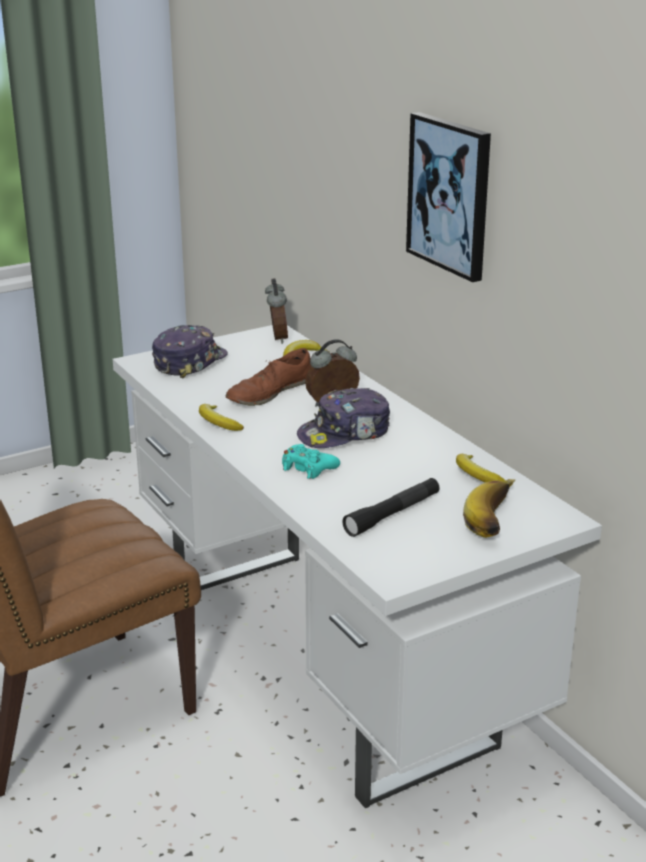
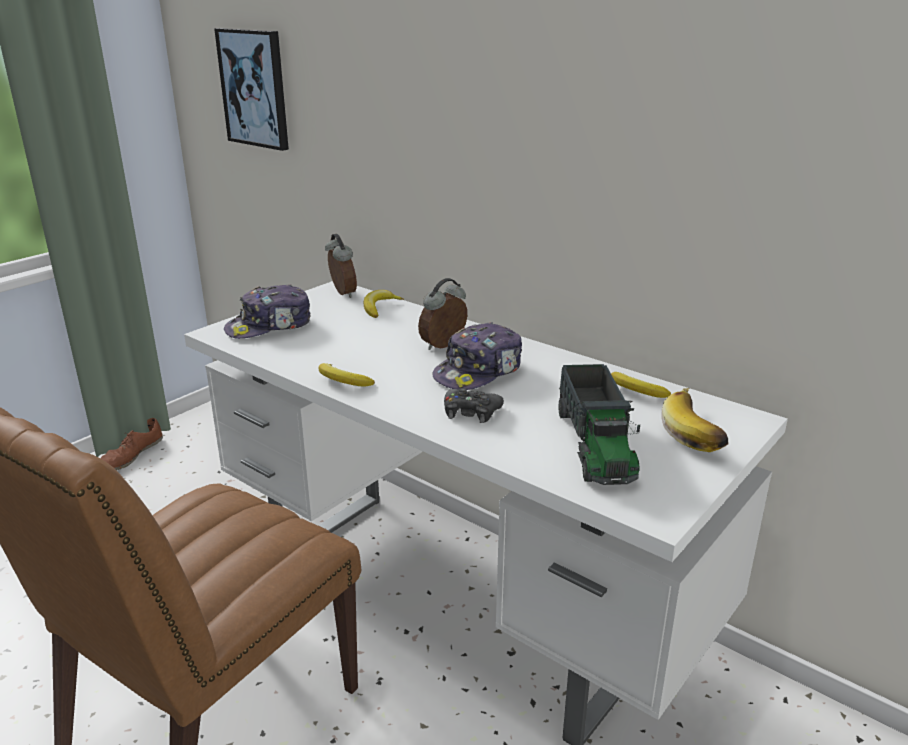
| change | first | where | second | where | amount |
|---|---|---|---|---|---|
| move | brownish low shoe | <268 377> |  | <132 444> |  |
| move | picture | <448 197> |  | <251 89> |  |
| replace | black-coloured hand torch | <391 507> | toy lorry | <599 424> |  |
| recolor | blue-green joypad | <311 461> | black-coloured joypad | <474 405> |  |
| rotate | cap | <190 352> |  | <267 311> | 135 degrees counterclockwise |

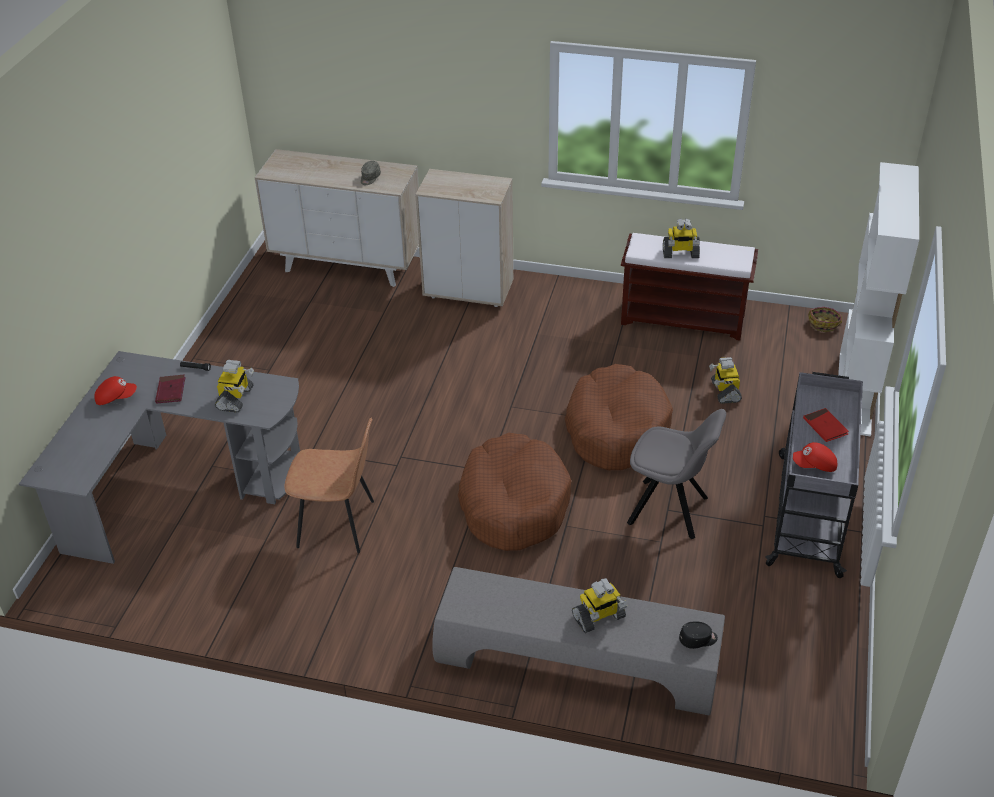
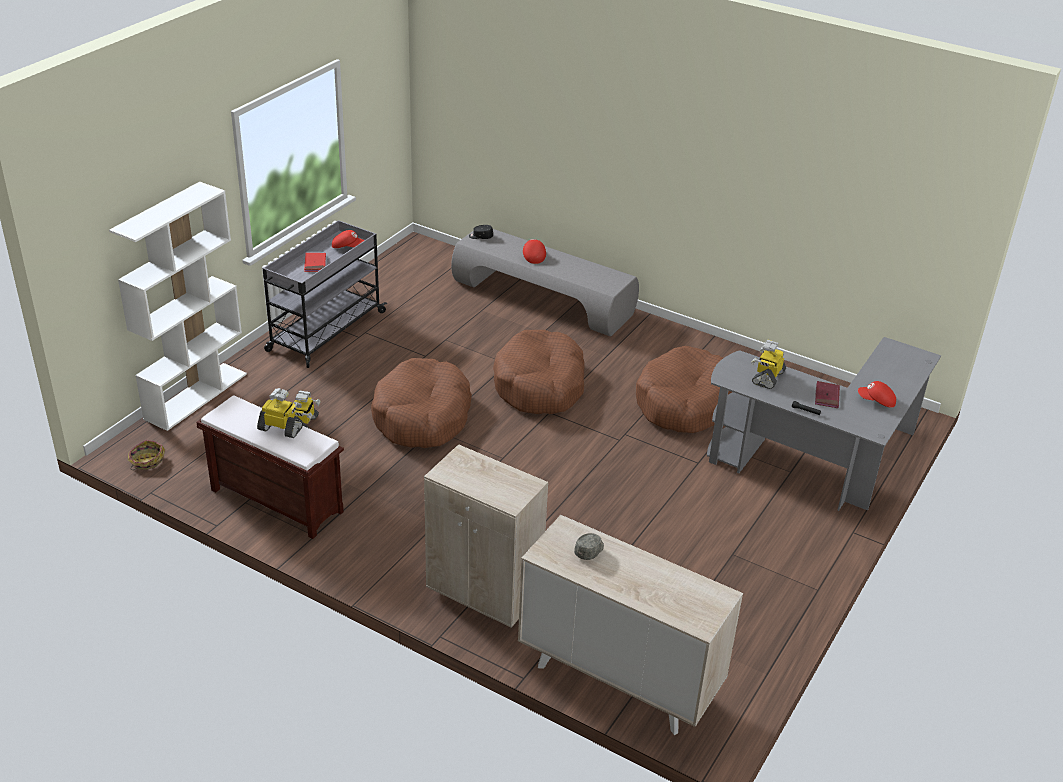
| change | first | where | second | where | amount |
|---|---|---|---|---|---|
| delete | grey plain chair | <676 474> |  |  |  |
| replace | brownish plain chair | <329 485> | brownish dog cushion | <684 389> |  |
| replace | robot figure | <599 605> | red-coloured cap | <534 251> |  |

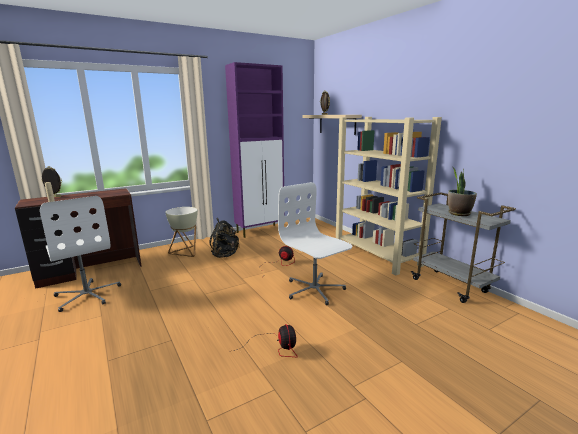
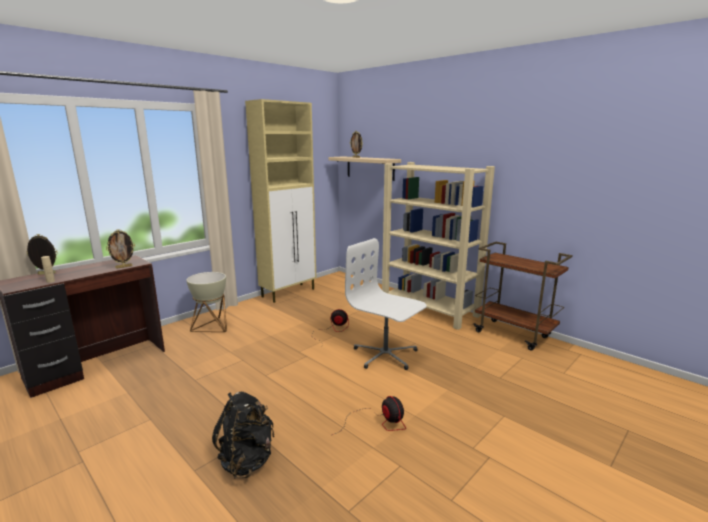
| change | first | where | second | where | amount |
|---|---|---|---|---|---|
| delete | white-coloured computer chair | <80 254> |  |  |  |
| delete | potted plant | <462 191> |  |  |  |
| insert |  |  | picture frame | <120 249> |  |
| move | black-coloured backpack | <224 238> |  | <243 435> |  |
| recolor | purple-coloured storage cabinet | <255 150> | sand-coloured storage cabinet | <280 201> |  |
| recolor | grey trolley | <463 247> | brownish trolley | <523 296> |  |

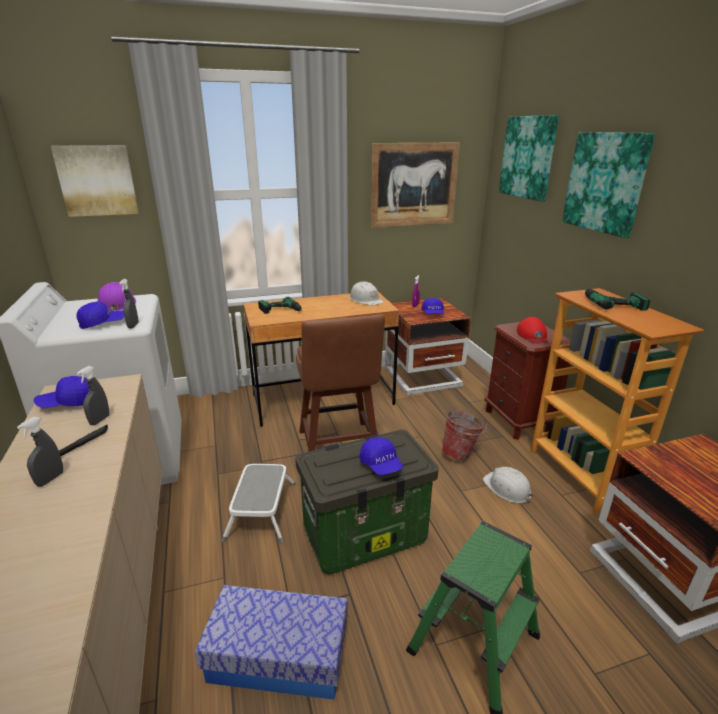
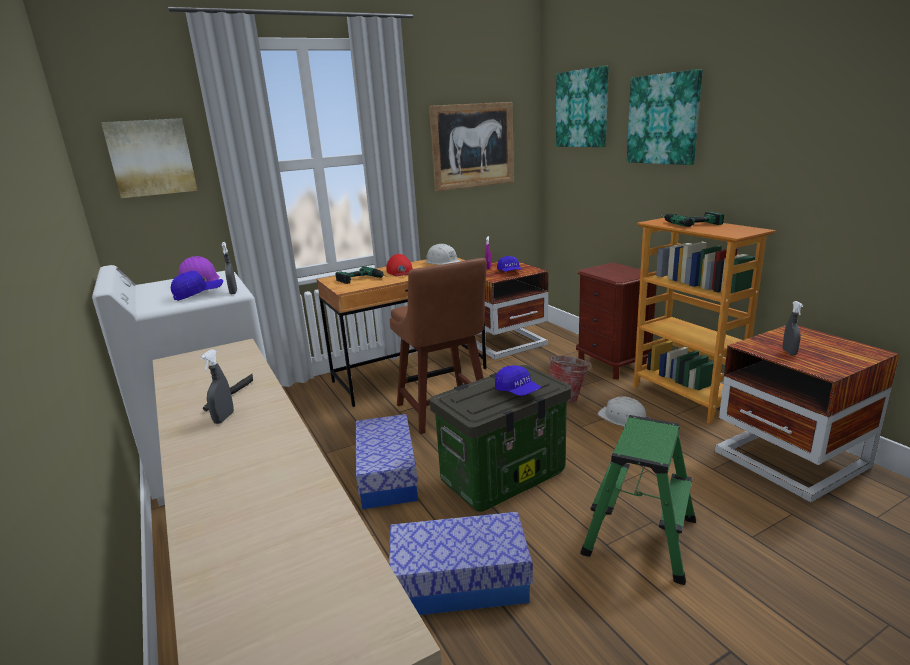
| change | first | where | second | where | amount |
|---|---|---|---|---|---|
| delete | blue-coloured cap | <61 392> |  |  |  |
| move | grey sprayer | <93 395> |  | <793 328> |  |
| move | red-coloured cap | <532 330> |  | <399 265> |  |
| replace | grey step stool | <258 504> | storage container | <387 461> |  |

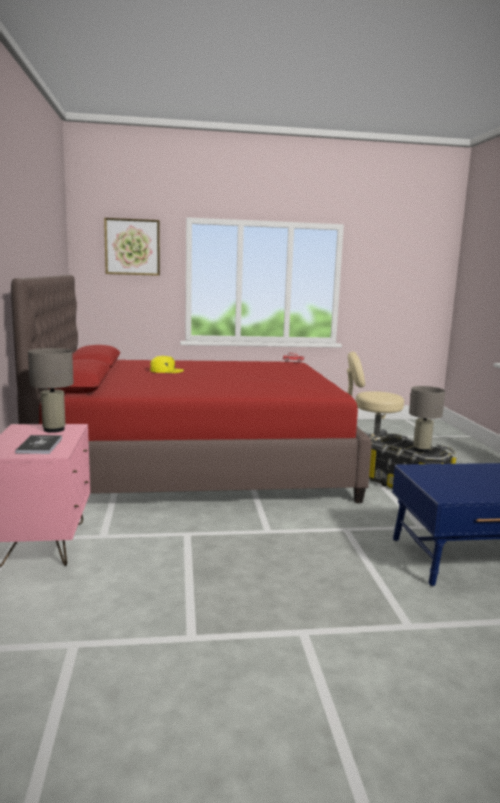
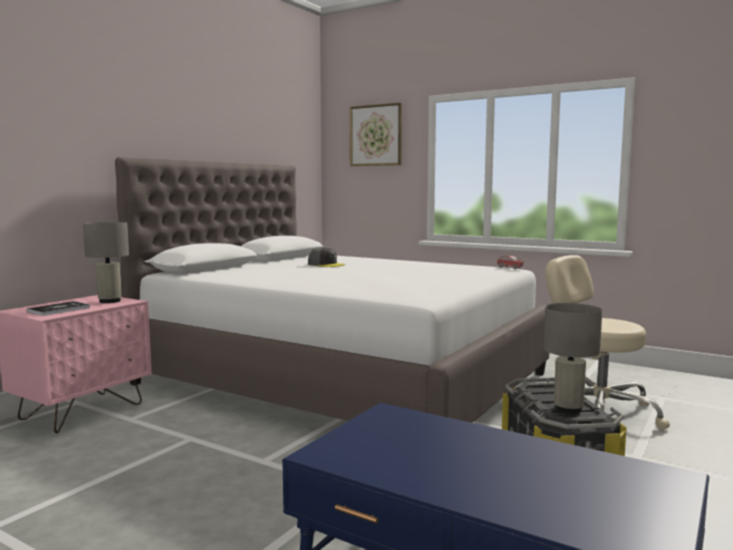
| change | first | where | second | where | amount |
|---|---|---|---|---|---|
| recolor | red-coloured sleeping bed | <191 389> | white-coloured sleeping bed | <332 290> |  |
| recolor | yellow-coloured cap | <167 364> | grey cap | <326 257> |  |

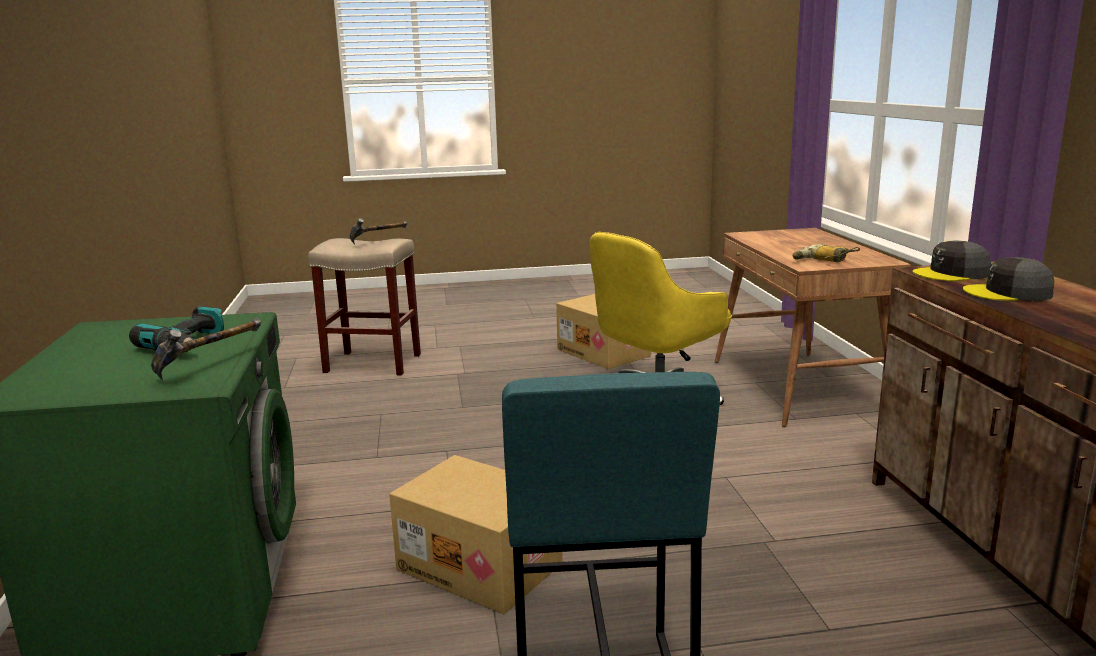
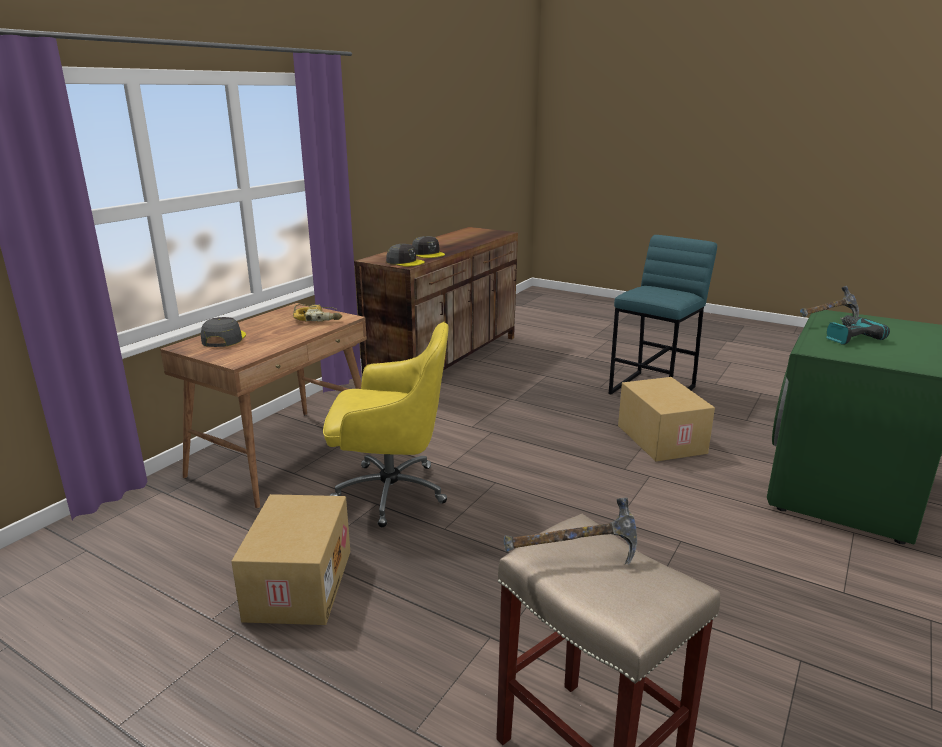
| change | first | where | second | where | amount |
|---|---|---|---|---|---|
| insert |  |  | grey cap | <223 332> |  |

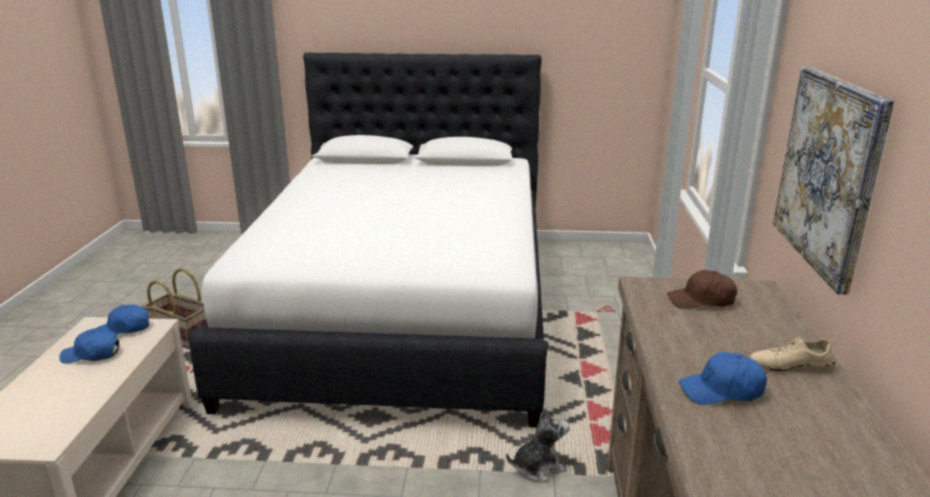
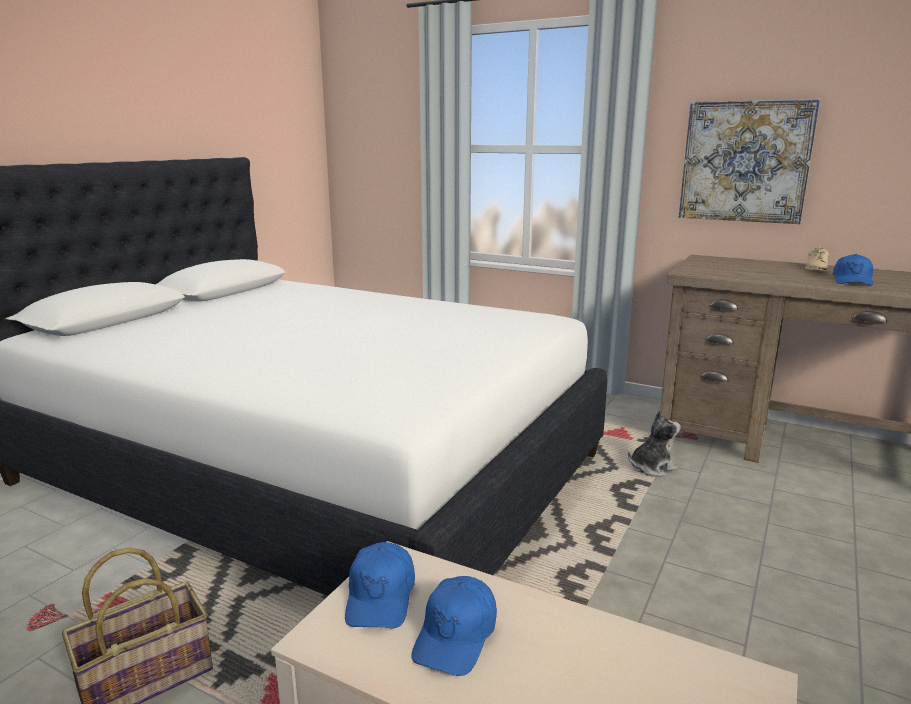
| change | first | where | second | where | amount |
|---|---|---|---|---|---|
| delete | brownish cap | <702 289> |  |  |  |
| rotate | plush toy | <538 445> |  | <654 443> | 60 degrees clockwise |

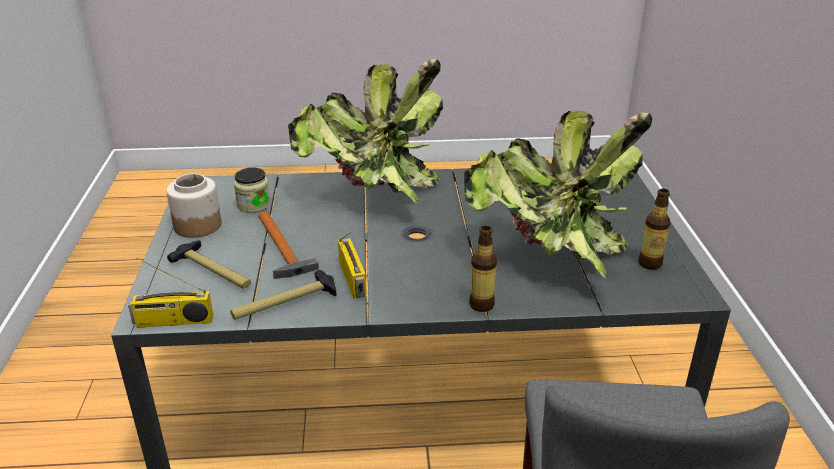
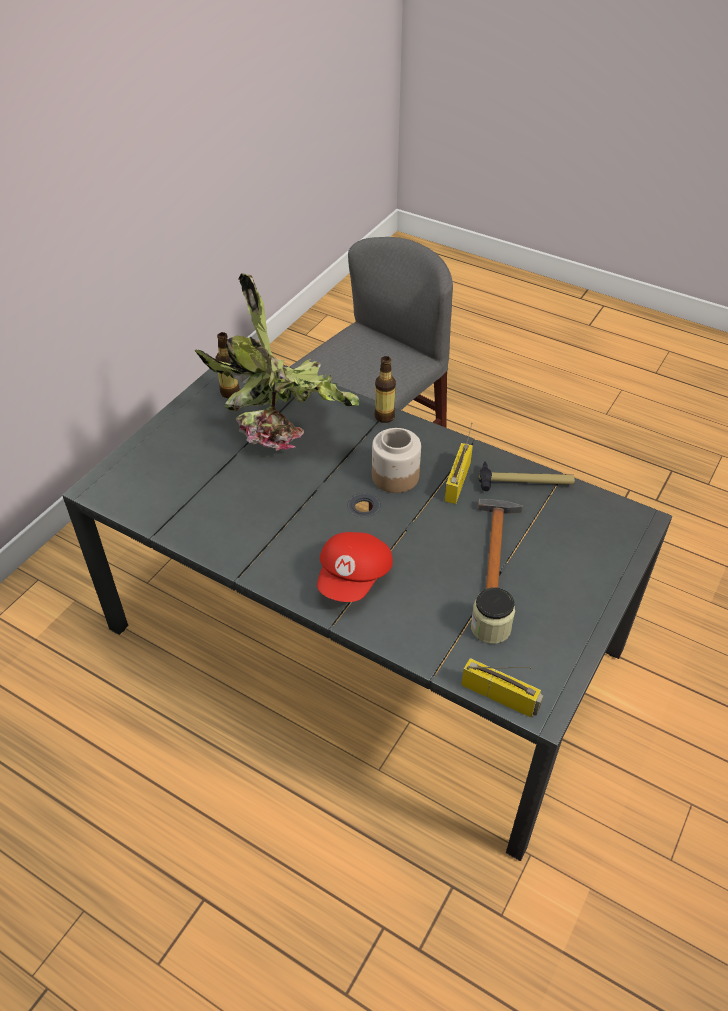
| change | first | where | second | where | amount |
|---|---|---|---|---|---|
| delete | hand hammer | <209 264> |  |  |  |
| move | radio set | <170 293> |  | <502 687> |  |
| move | preserve jar | <193 205> |  | <396 460> |  |
| replace | potted plant | <365 131> | red-coloured cap | <355 567> |  |

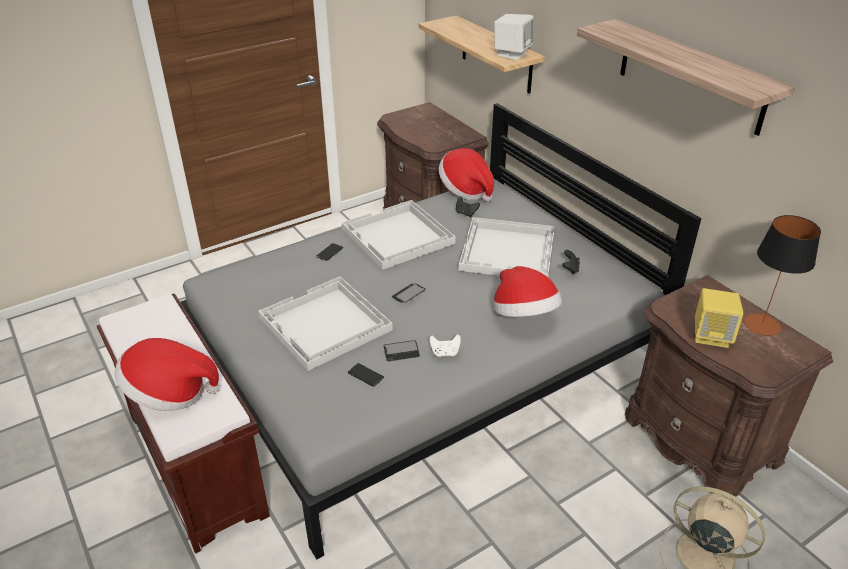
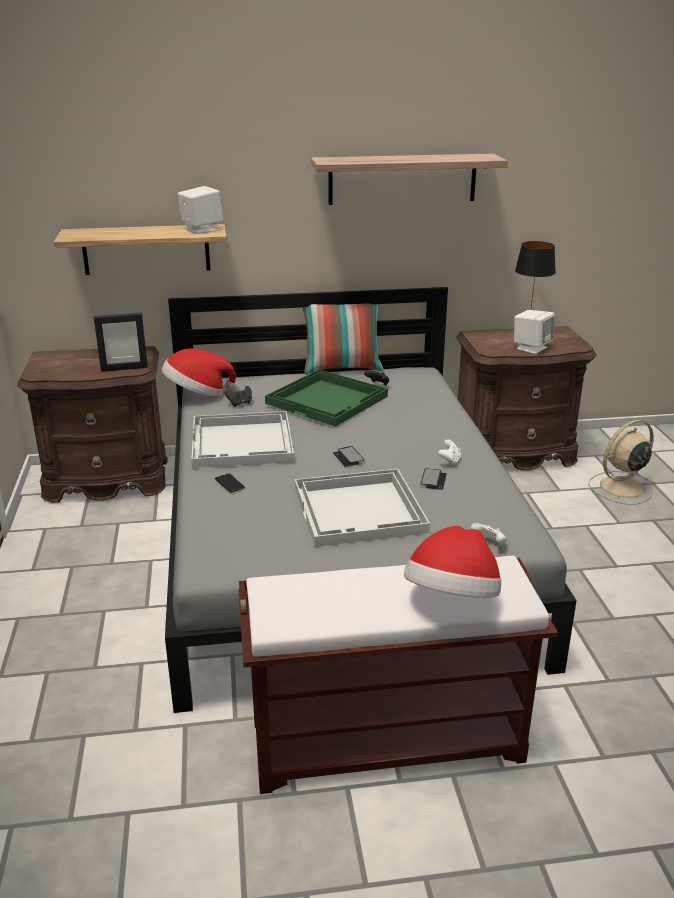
| change | first | where | second | where | amount |
|---|---|---|---|---|---|
| delete | telephone | <366 375> |  |  |  |
| delete | clothing hat | <528 291> |  |  |  |
| insert |  |  | picture frame | <121 342> |  |
| insert |  |  | cushion | <343 339> |  |
| insert |  |  | white-coloured joypad | <489 534> |  |
| recolor | white-coloured carrying tray | <507 247> | greenish carrying tray | <326 398> |  |
| recolor | yellow-coloured audio speaker | <719 318> | white-coloured audio speaker | <534 332> |  |

